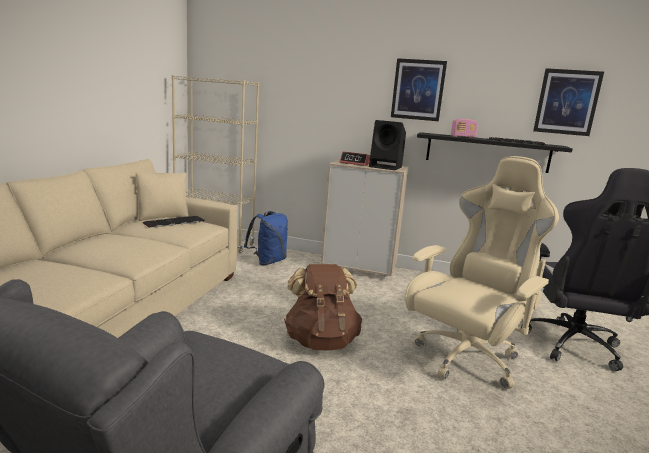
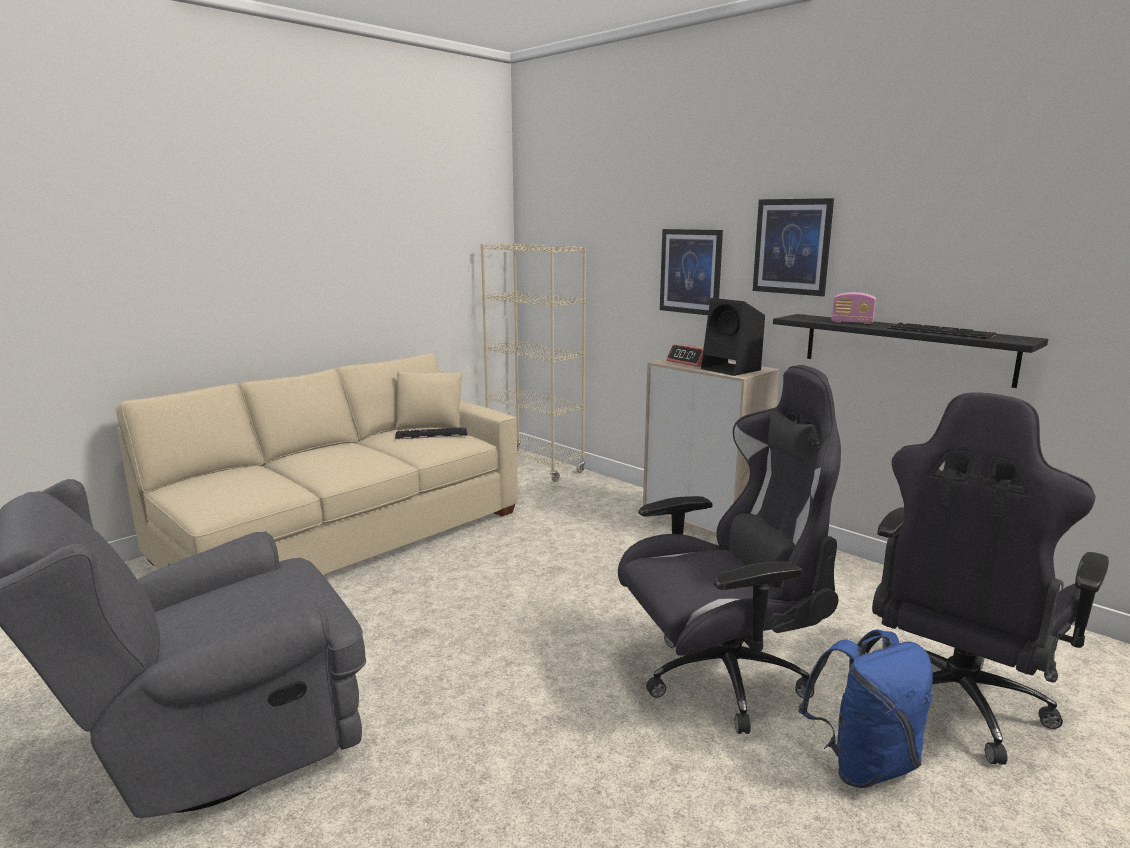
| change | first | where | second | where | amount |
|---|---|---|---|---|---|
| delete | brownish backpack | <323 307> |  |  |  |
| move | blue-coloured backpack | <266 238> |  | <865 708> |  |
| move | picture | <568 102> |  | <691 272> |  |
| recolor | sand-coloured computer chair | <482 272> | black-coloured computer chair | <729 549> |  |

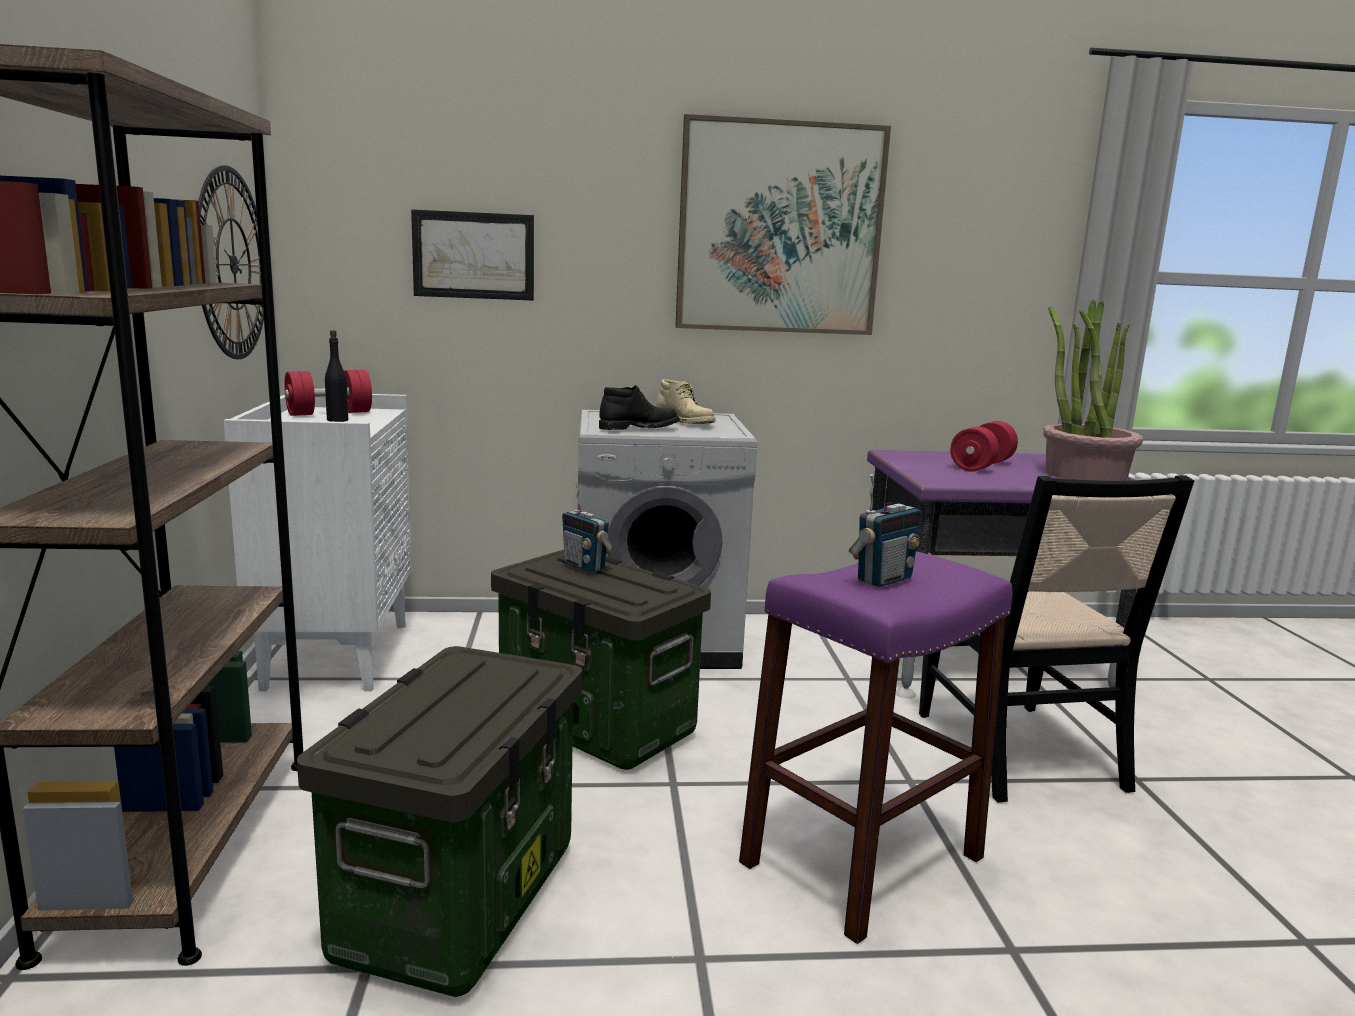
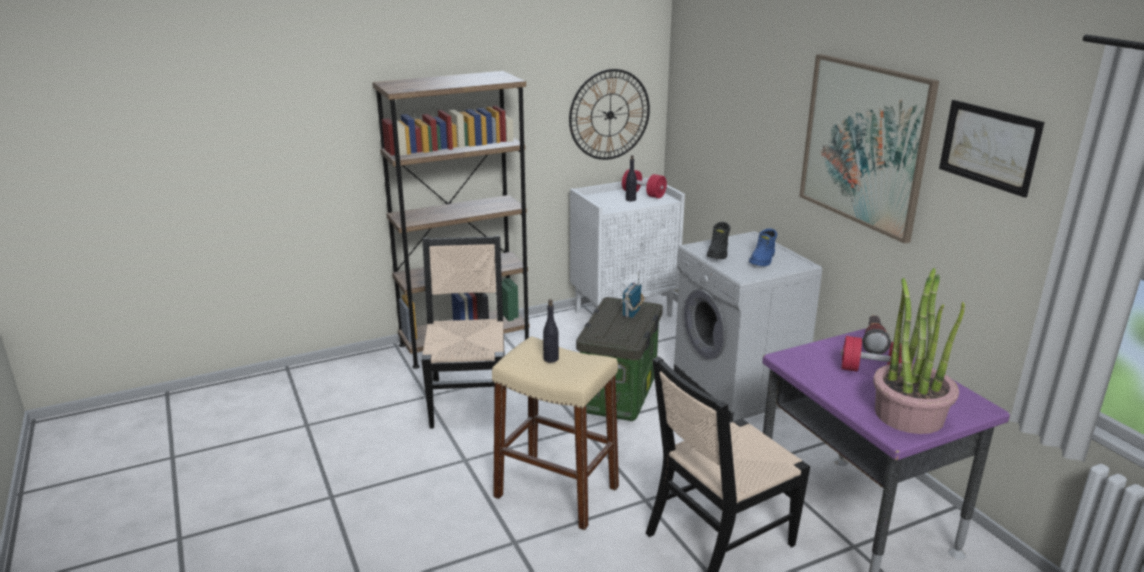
| change | first | where | second | where | amount |
|---|---|---|---|---|---|
| insert |  |  | hand torch | <876 334> |  |
| move | picture | <472 255> |  | <992 149> |  |
| replace | storage container | <439 821> | plain chair | <463 332> |  |
| replace | radio set | <885 530> | black-coloured beverage bottle | <551 331> |  |
| recolor | sand-coloured tall boot | <686 401> | blue-coloured tall boot | <763 247> |  |
| recolor | purple-coloured stool seat | <875 747> | sand-coloured stool seat | <555 433> |  |
| rotate | black-coloured tall boot | <639 407> |  | <718 240> | 60 degrees clockwise |

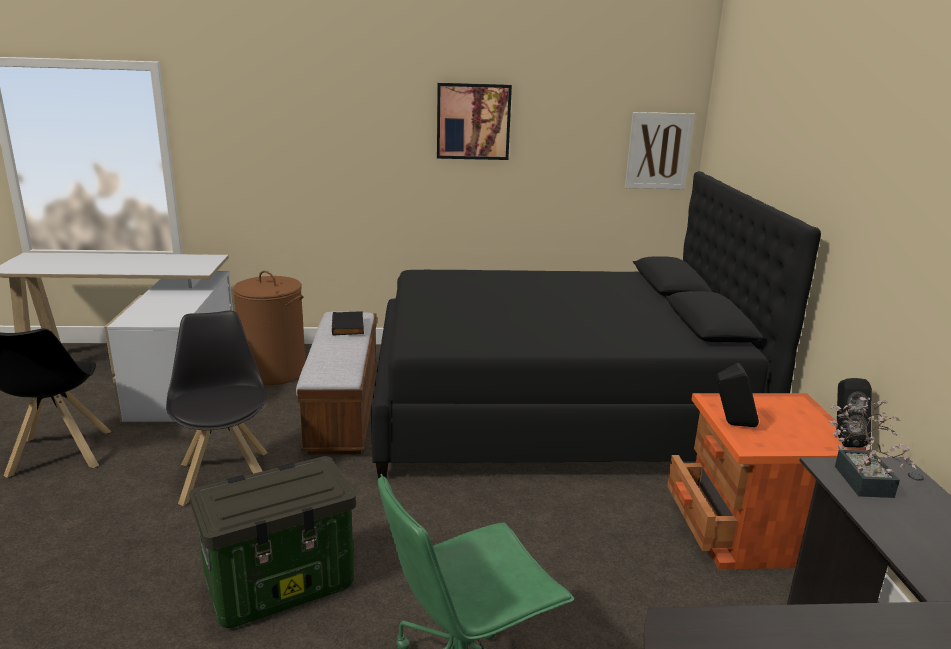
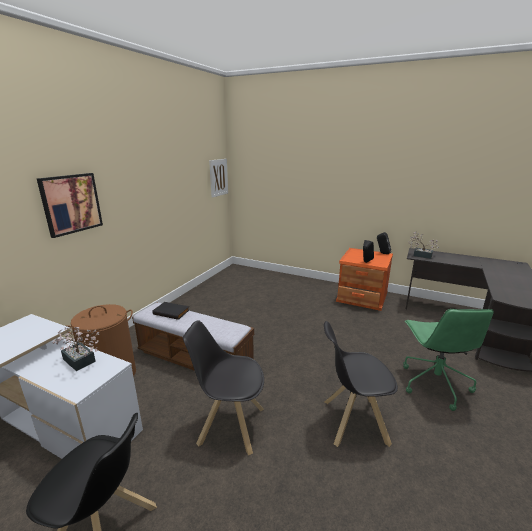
| change | first | where | second | where | amount |
|---|---|---|---|---|---|
| delete | black-coloured sleeping bed | <596 324> |  |  |  |
| insert |  |  | potted plant | <76 349> |  |
| move | picture | <474 121> |  | <70 205> |  |
| replace | storage container | <272 542> | black-coloured plain chair | <361 384> |  |

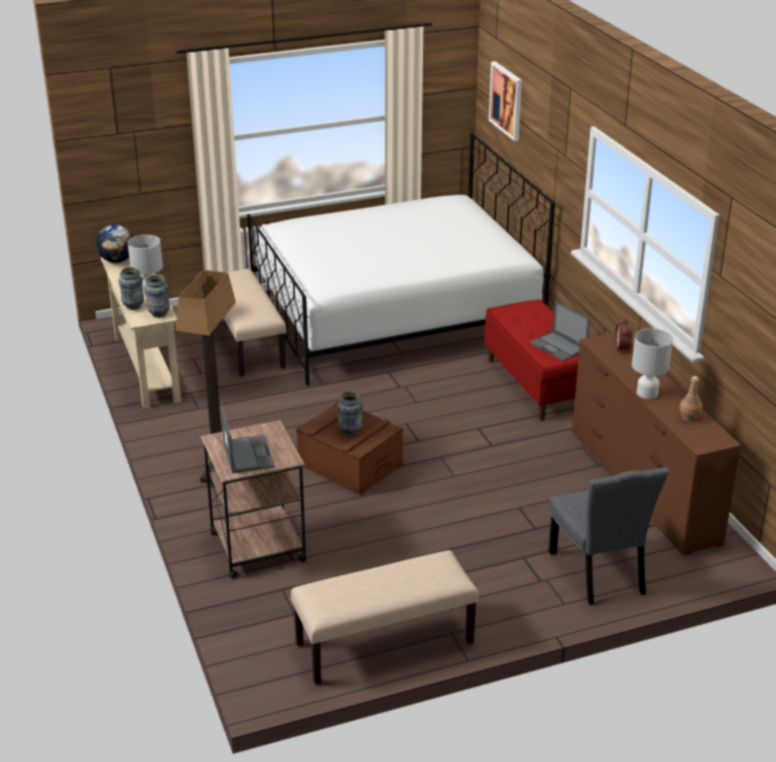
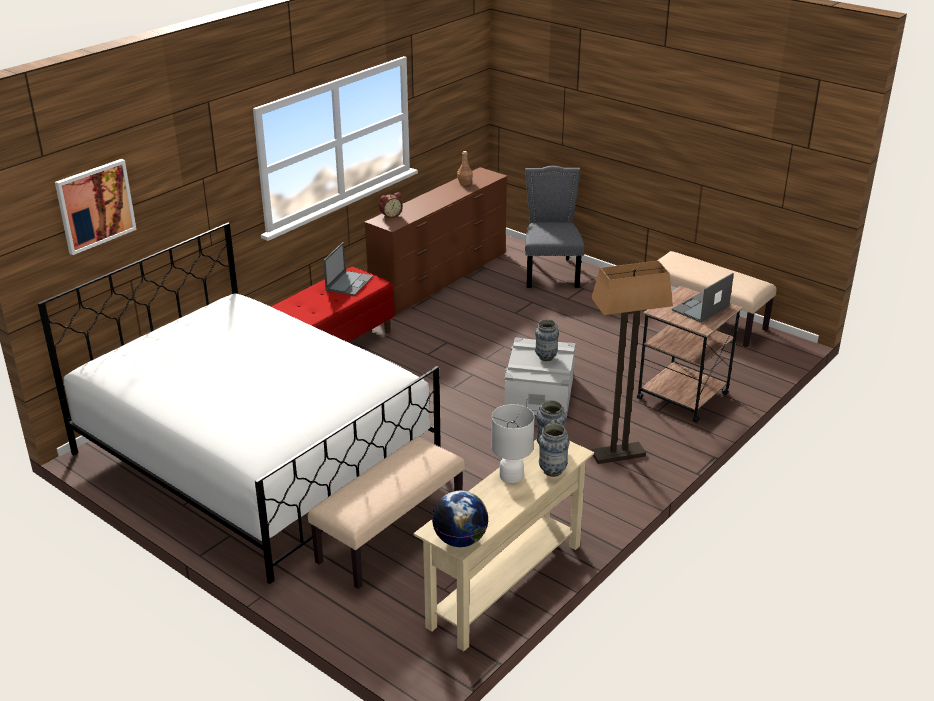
| change | first | where | second | where | amount |
|---|---|---|---|---|---|
| delete | grey tabletop lamp | <652 363> |  |  |  |
| recolor | brownish storage container | <349 448> | grey storage container | <539 377> |  |
| rotate | grey plain chair | <608 536> |  | <554 227> | 45 degrees counterclockwise |

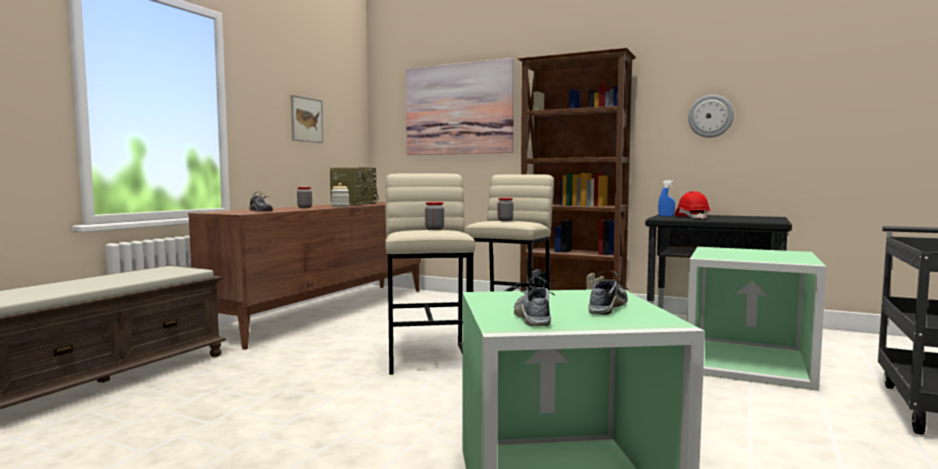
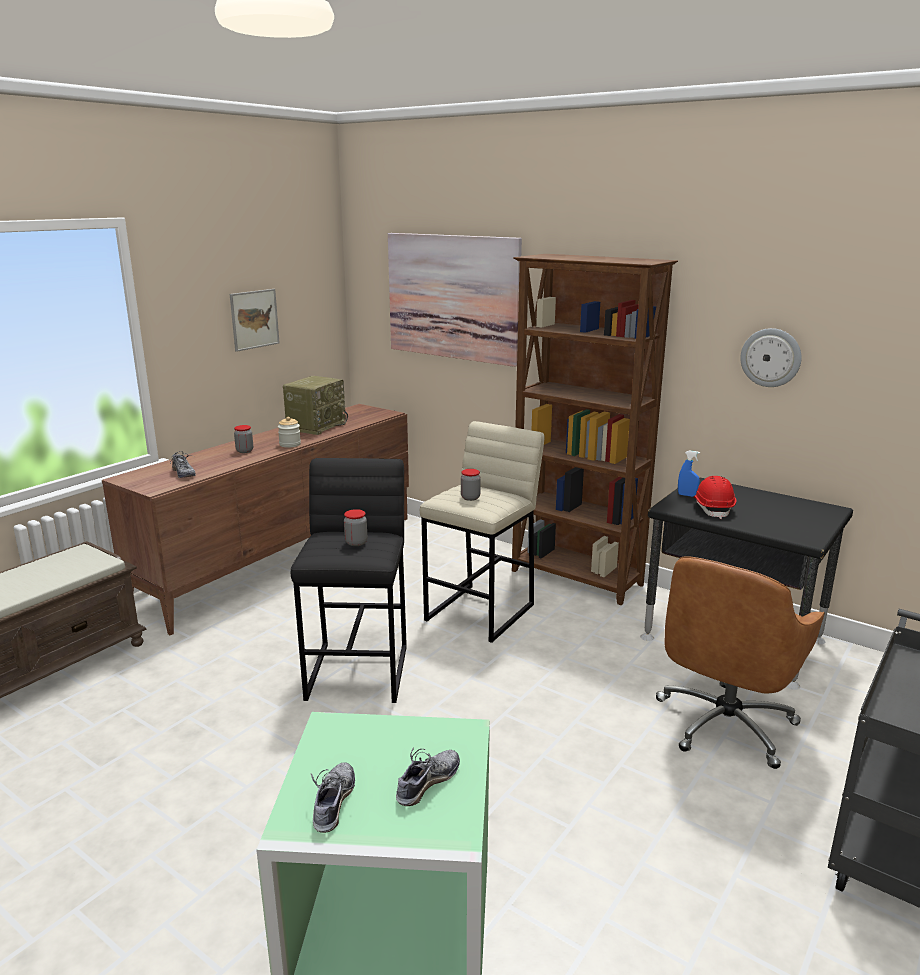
| change | first | where | second | where | amount |
|---|---|---|---|---|---|
| replace | greenish storage container | <756 319> | brownish computer chair | <740 662> |  |
| recolor | sand-coloured stool seat | <430 274> | black-coloured stool seat | <349 580> |  |

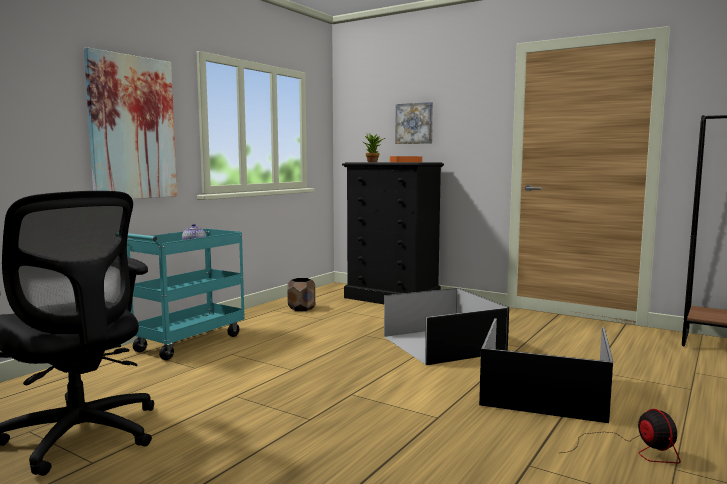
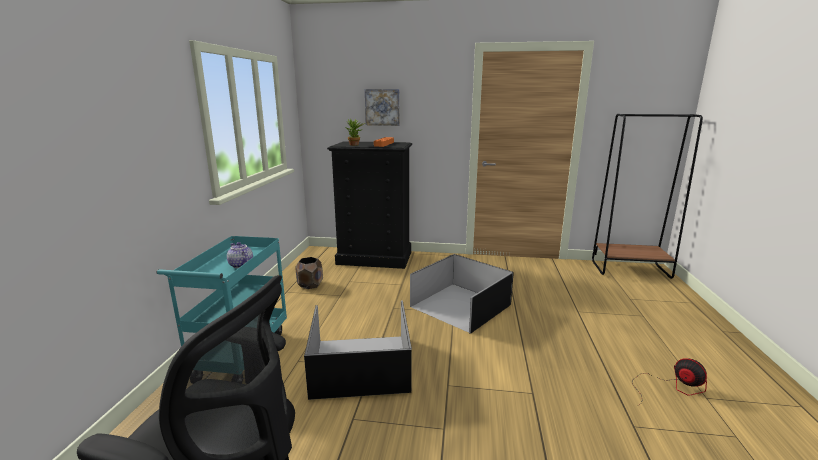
| change | first | where | second | where | amount |
|---|---|---|---|---|---|
| delete | picture | <130 123> |  |  |  |
| move | black-coloured storage container | <546 370> |  | <358 350> |  |

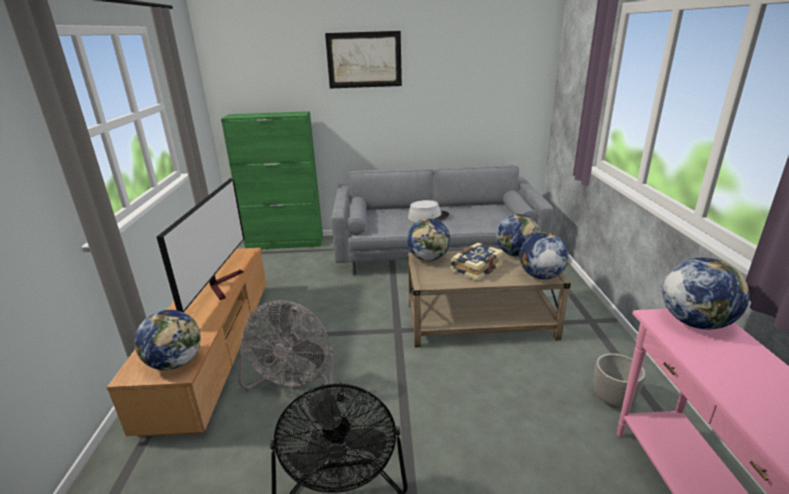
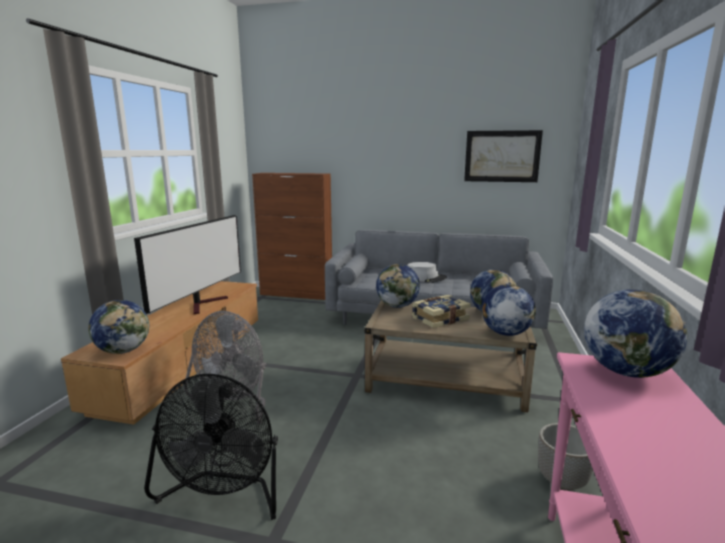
| change | first | where | second | where | amount |
|---|---|---|---|---|---|
| move | picture | <363 59> |  | <503 156> |  |
| recolor | greenish storage cabinet | <272 180> | brownish storage cabinet | <292 236> |  |

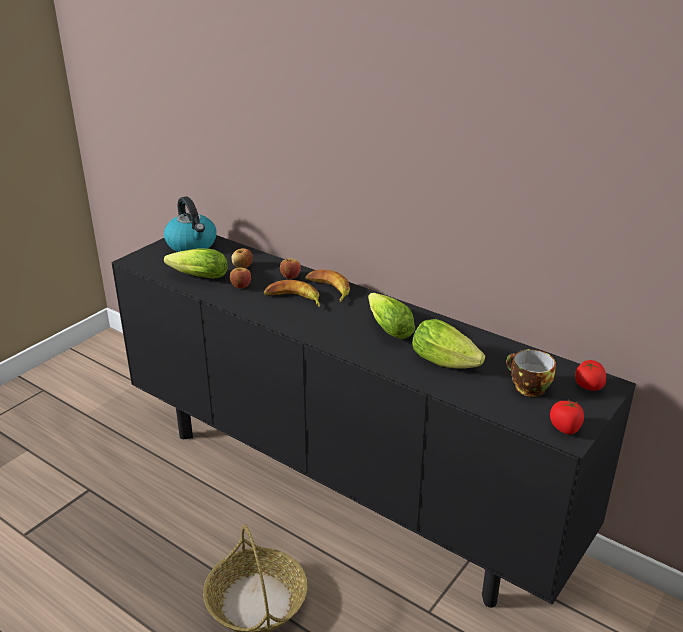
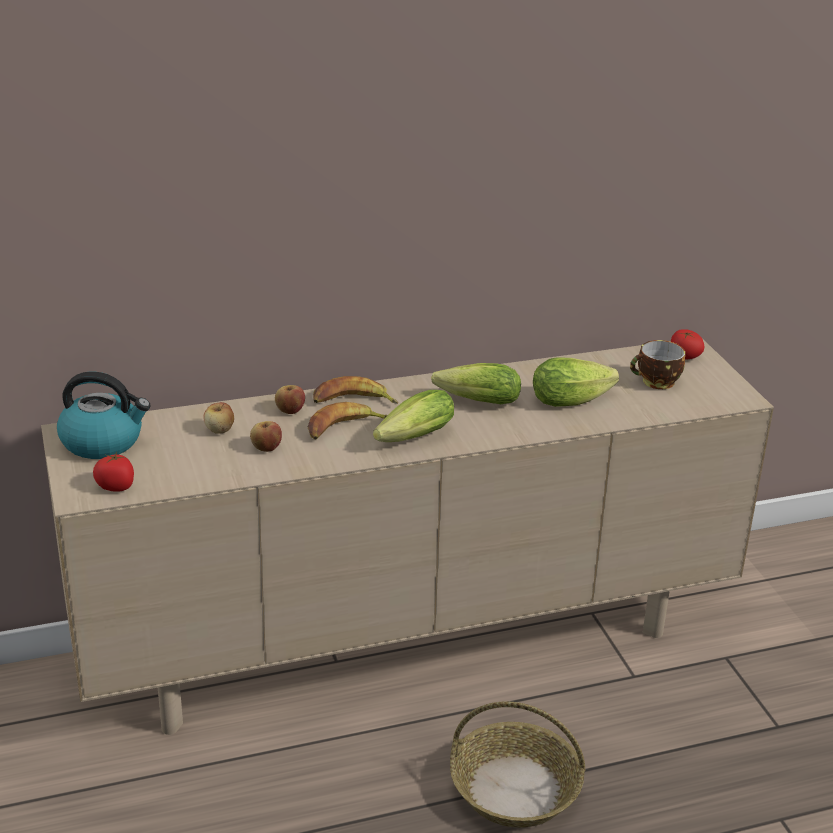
| change | first | where | second | where | amount |
|---|---|---|---|---|---|
| move | head of lettuce | <196 264> |  | <413 416> |  |
| move | fresh tomato | <567 416> |  | <113 472> |  |
| recolor | black-coloured storage cabinet | <373 421> | sand-coloured storage cabinet | <407 537> |  |

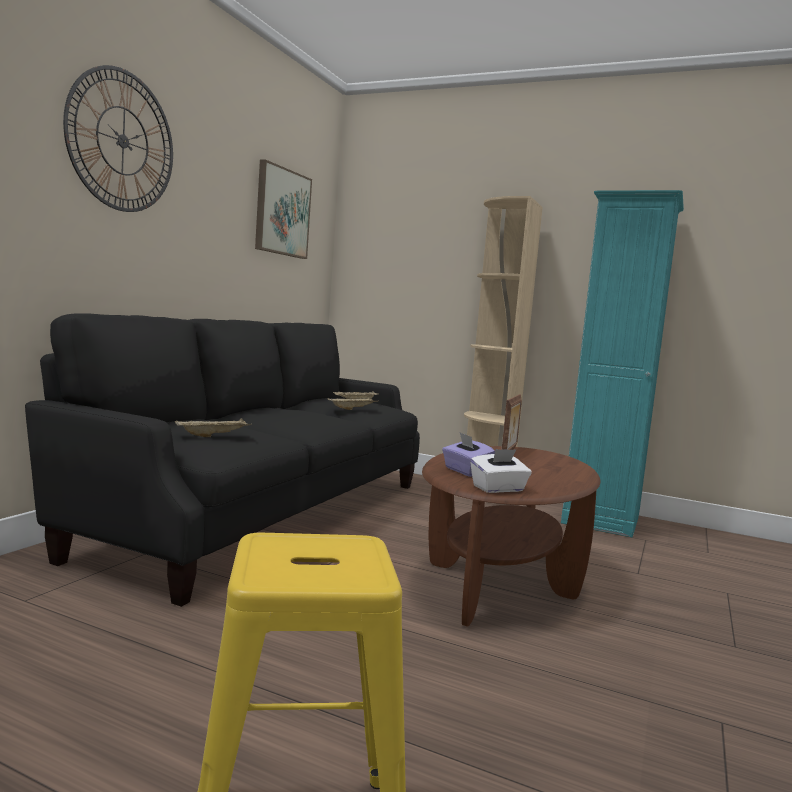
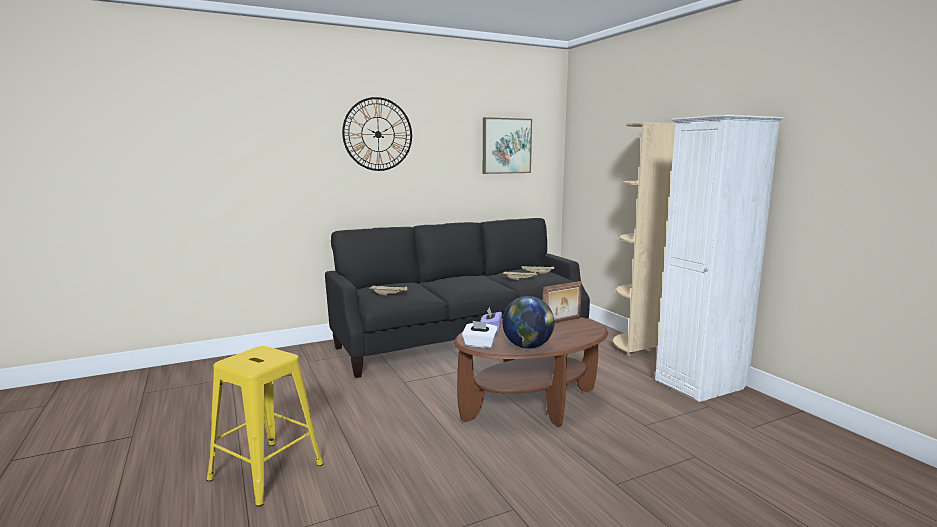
| change | first | where | second | where | amount |
|---|---|---|---|---|---|
| insert |  |  | desk globe | <528 322> |  |
| recolor | blue-green storage cabinet | <622 363> | white-coloured storage cabinet | <719 258> |  |

